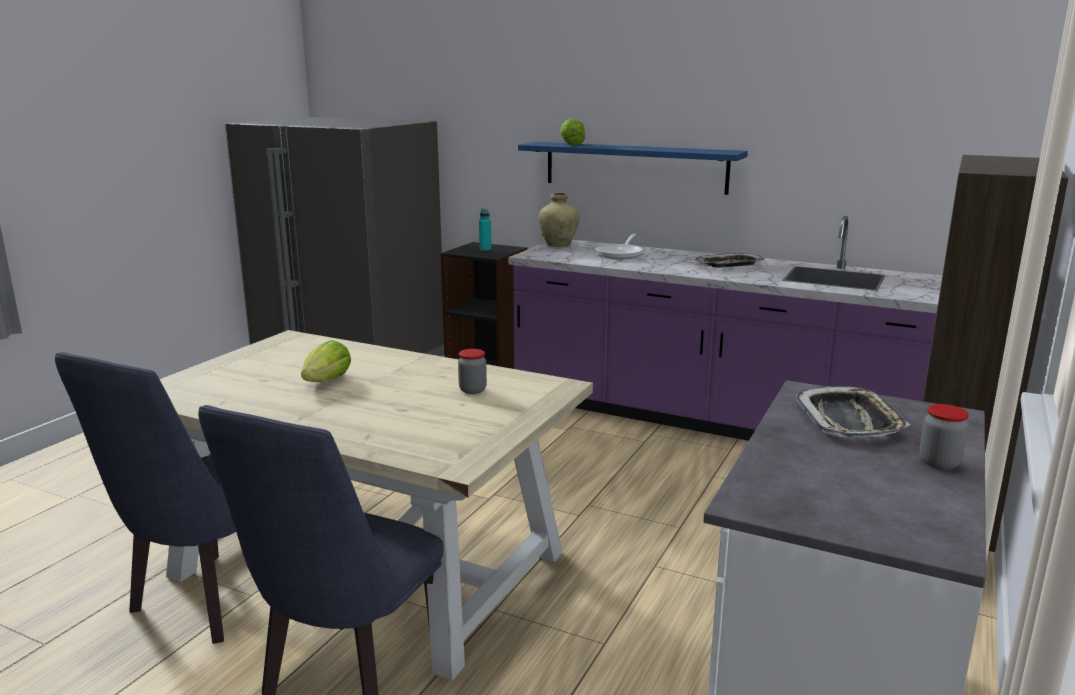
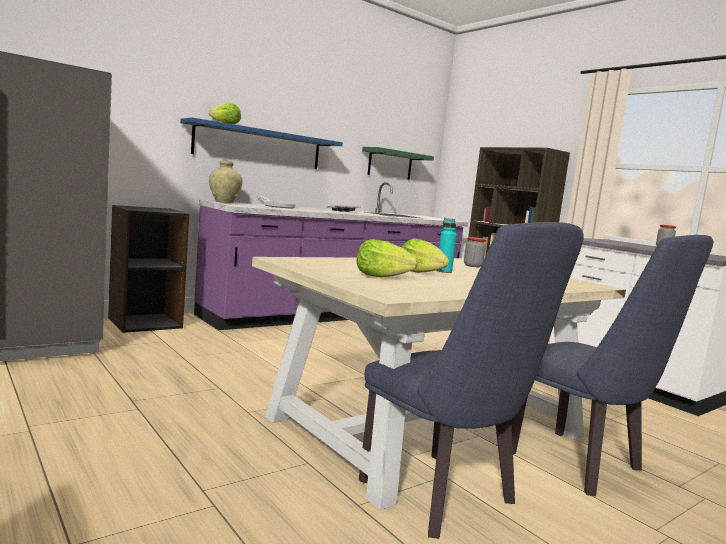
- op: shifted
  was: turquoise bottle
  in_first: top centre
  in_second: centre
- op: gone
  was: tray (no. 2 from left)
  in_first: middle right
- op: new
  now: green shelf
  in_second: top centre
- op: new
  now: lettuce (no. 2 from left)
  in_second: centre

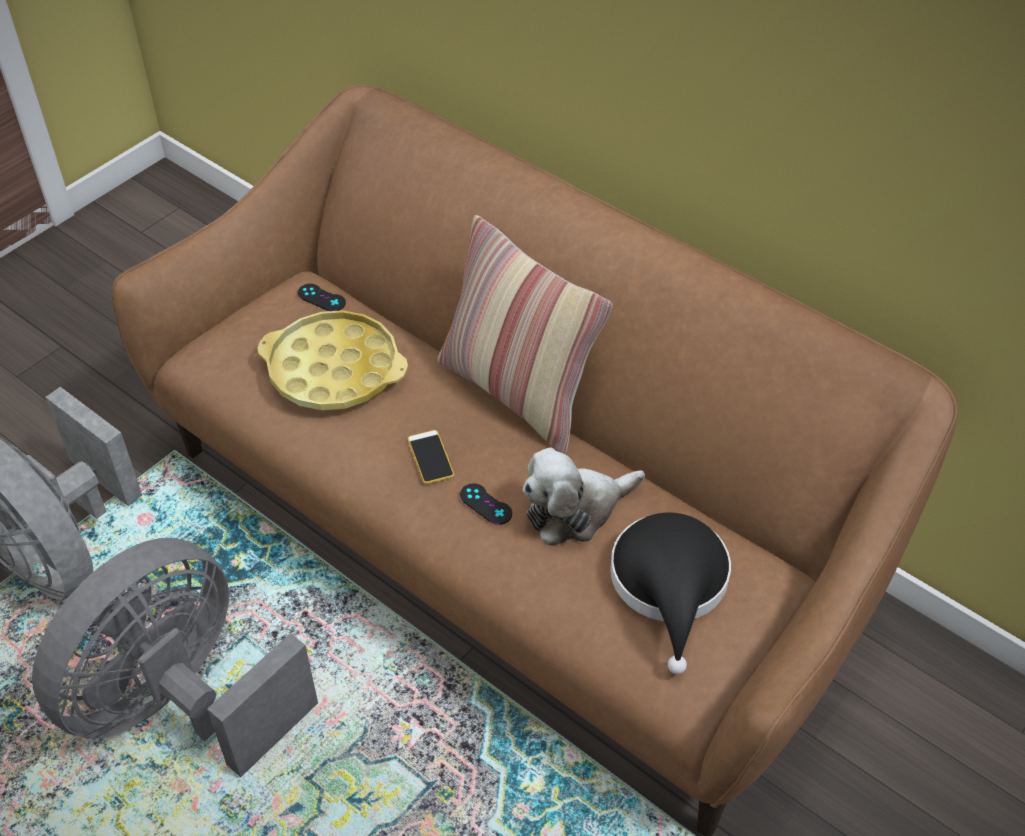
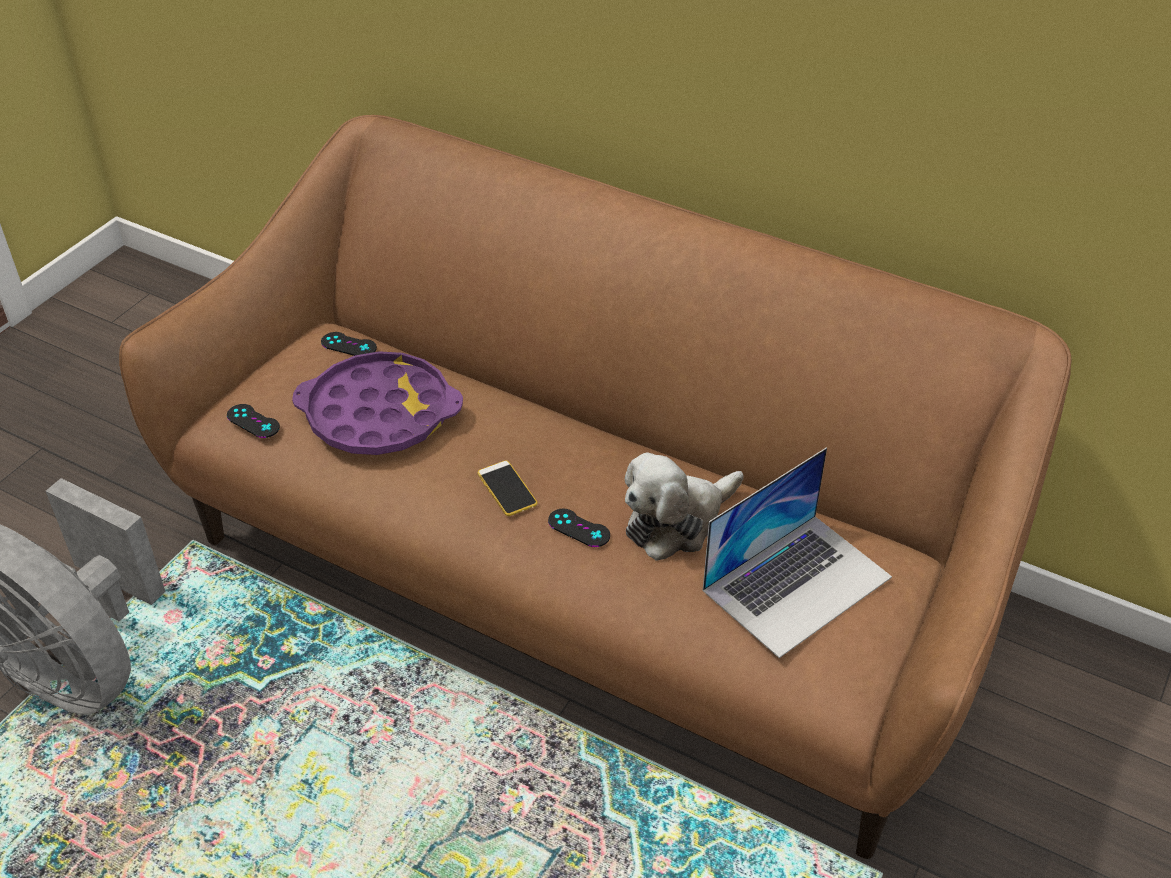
- op: gone
  was: pillow
  in_first: centre
- op: repainted
  was: yellow tray
  now: purple tray
  in_first: middle left
  in_second: middle left
- op: swapped
  was: black hat
  now: laptop
  in_first: bottom centre
  in_second: middle right
- op: gone
  was: grey fan (no. 2 from left)
  in_first: bottom left
- op: new
  now: black game controller (no. 1 from left)
  in_second: middle left

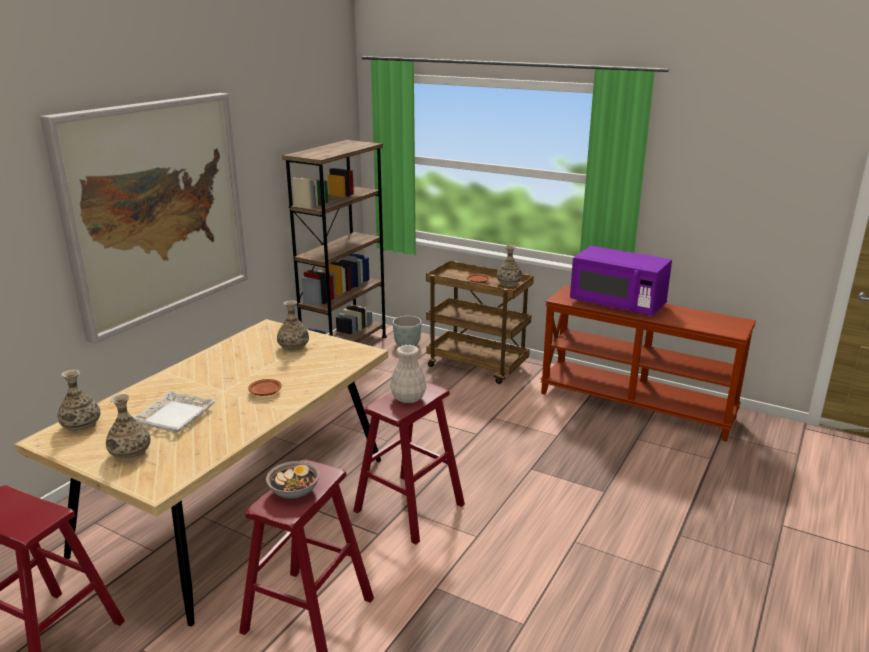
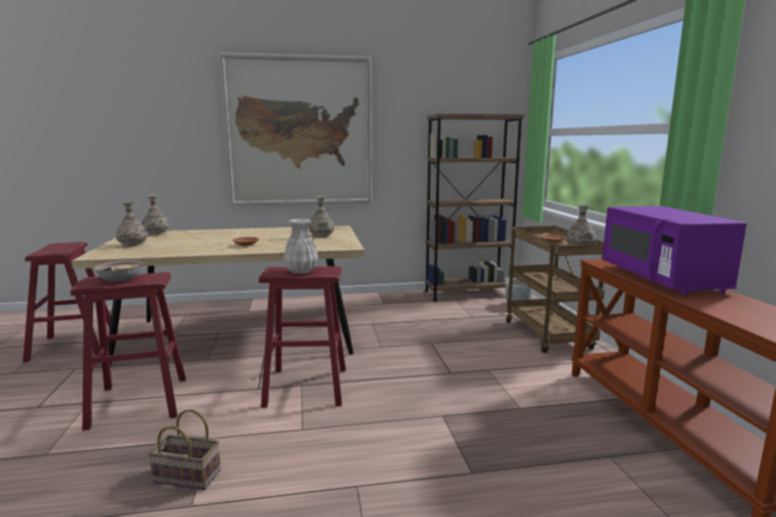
- op: gone
  was: white tray
  in_first: middle left
- op: new
  now: basket
  in_second: bottom left

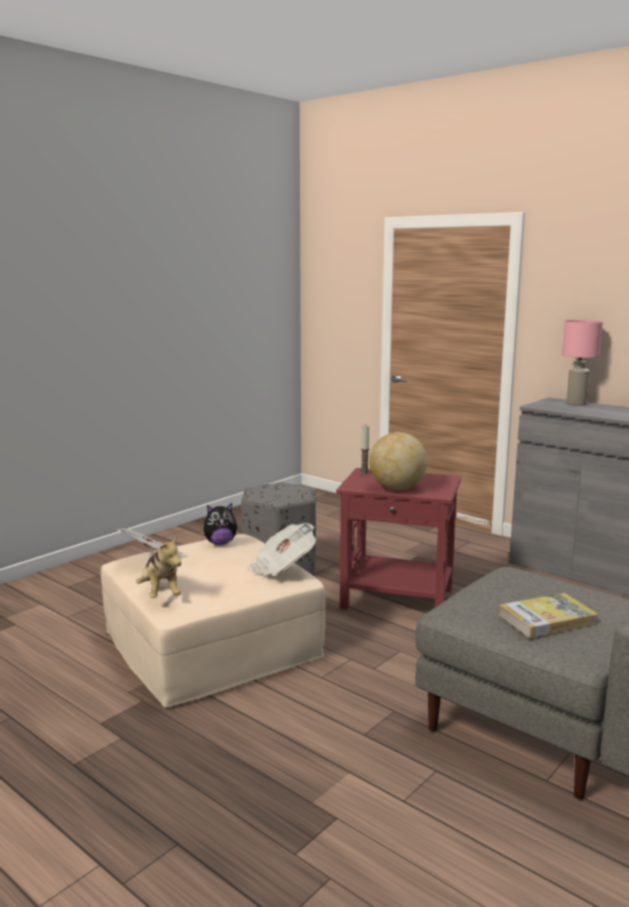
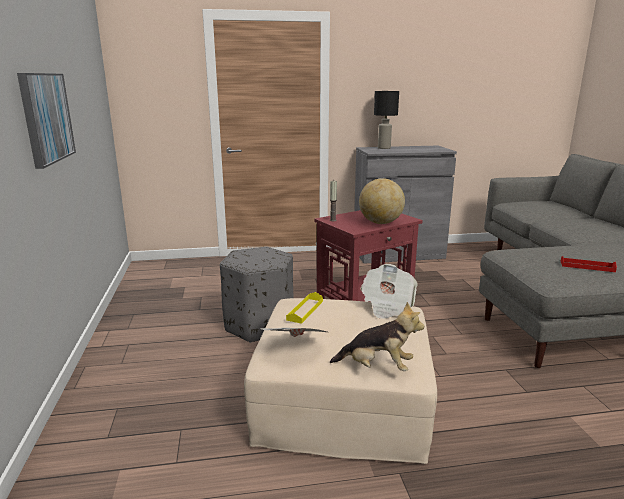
- op: repainted
  was: pink table lamp
  now: black table lamp
  in_first: middle right
  in_second: top centre
- op: swapped
  was: plush toy (no. 2 from left)
  now: yellow tray
  in_first: centre
  in_second: centre
- op: swapped
  was: book
  now: red tray
  in_first: bottom right
  in_second: middle right
- op: new
  now: picture
  in_second: top left

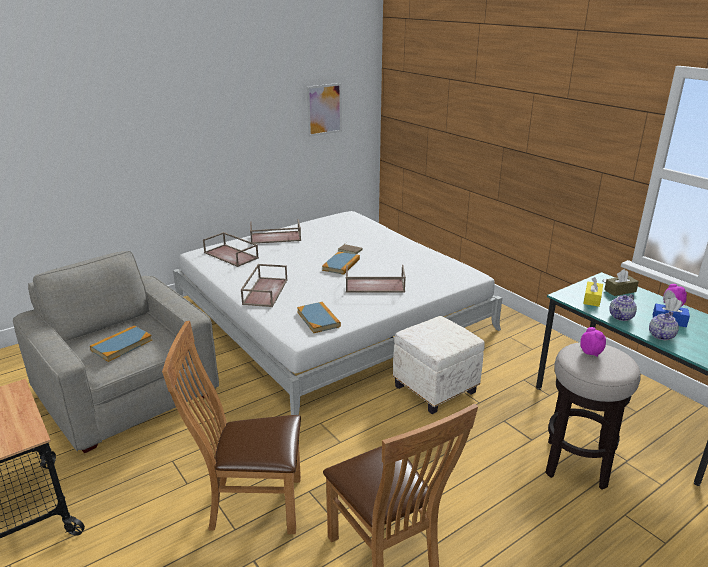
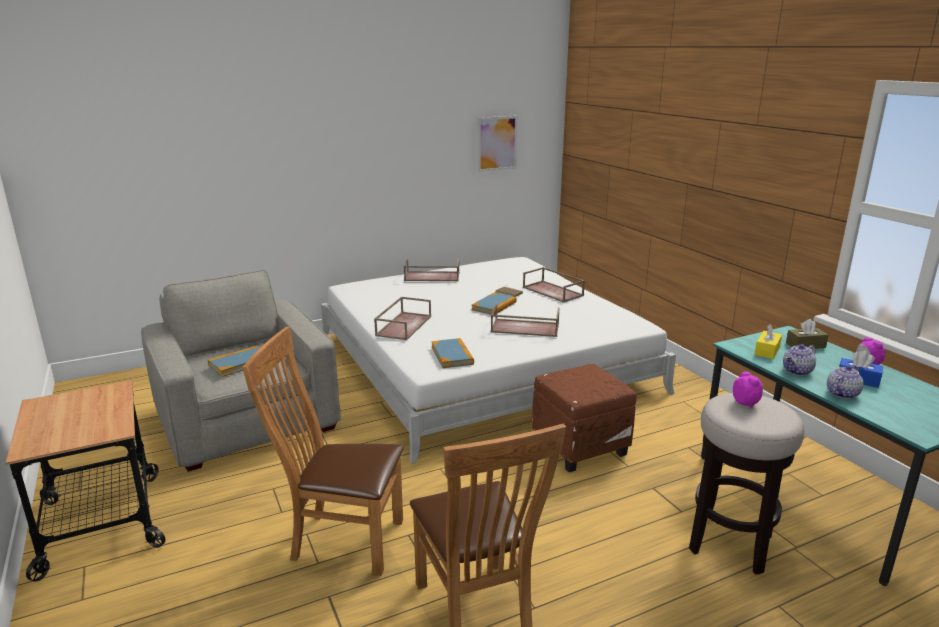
- op: shifted
  was: brown tray (no. 1 from left in the first image)
  now: brown tray (no. 4 from left)
  in_first: middle left
  in_second: centre
- op: repainted
  was: white ottoman
  now: brown ottoman
  in_first: centre
  in_second: bottom centre

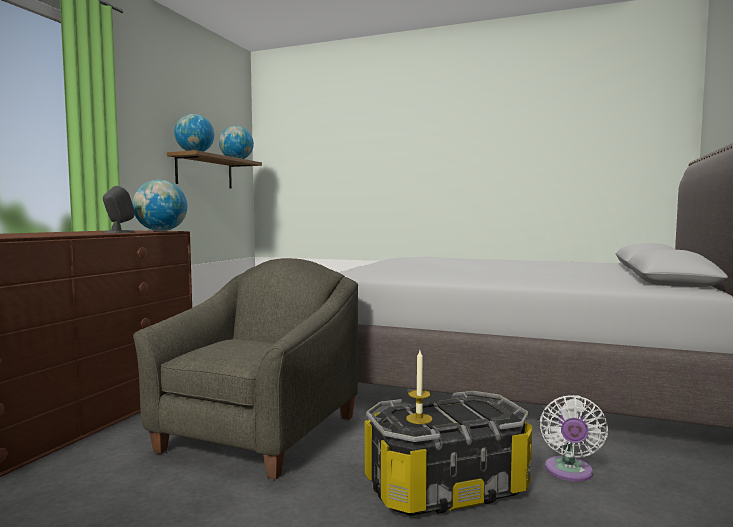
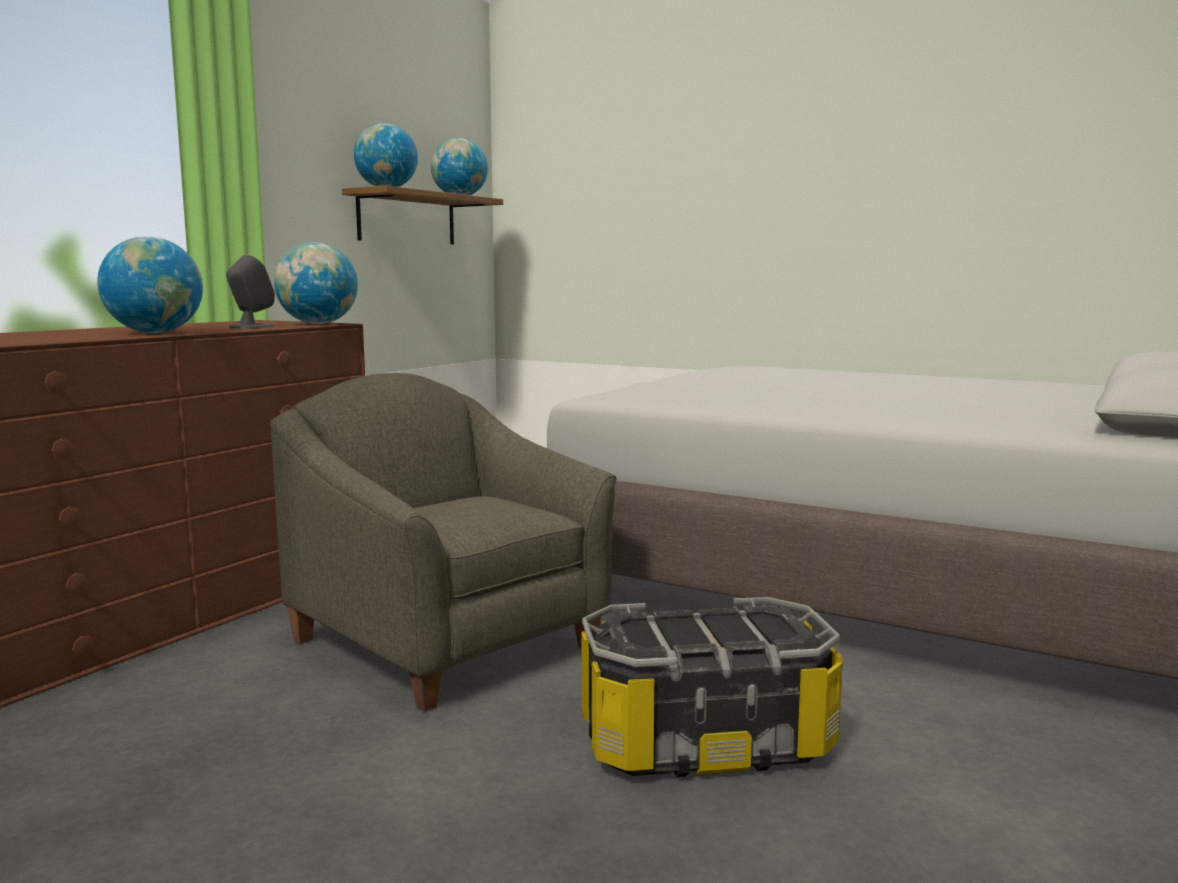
- op: rotated
  was: grey armchair
  in_first: bottom centre
  in_second: centre
  clockwise: -75
- op: gone
  was: candle
  in_first: bottom centre
- op: gone
  was: white fan
  in_first: bottom right
- op: new
  now: globe (no. 1 from left)
  in_second: top left

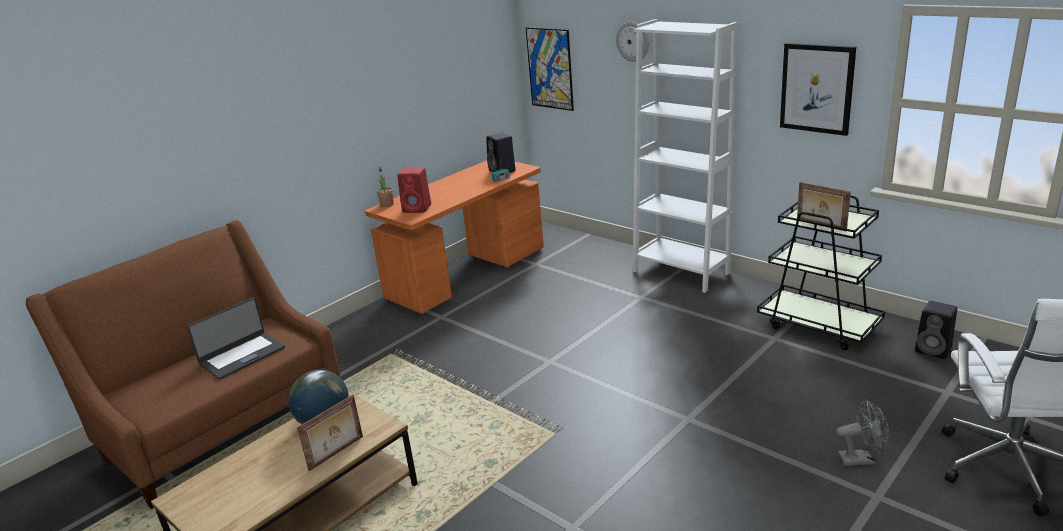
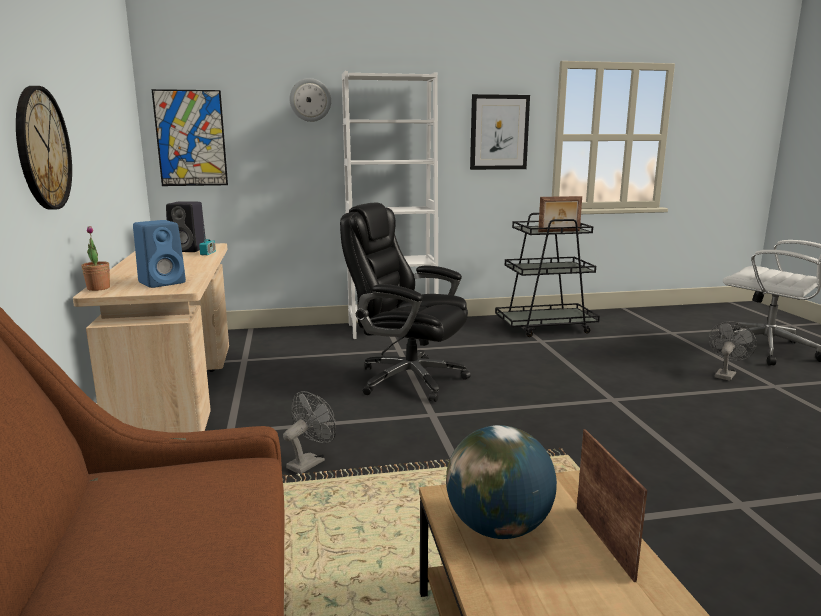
- op: repainted
  was: orange desk
  now: beige desk
  in_first: centre
  in_second: middle left
- op: repainted
  was: red speaker
  now: blue speaker
  in_first: centre
  in_second: middle left
- op: gone
  was: laptop
  in_first: middle left
- op: gone
  was: black speaker (no. 2 from left)
  in_first: middle right
- op: new
  now: wall clock (no. 1 from left)
  in_second: top left
- op: new
  now: black office chair
  in_second: centre
- op: new
  now: grey fan (no. 1 from left)
  in_second: bottom centre

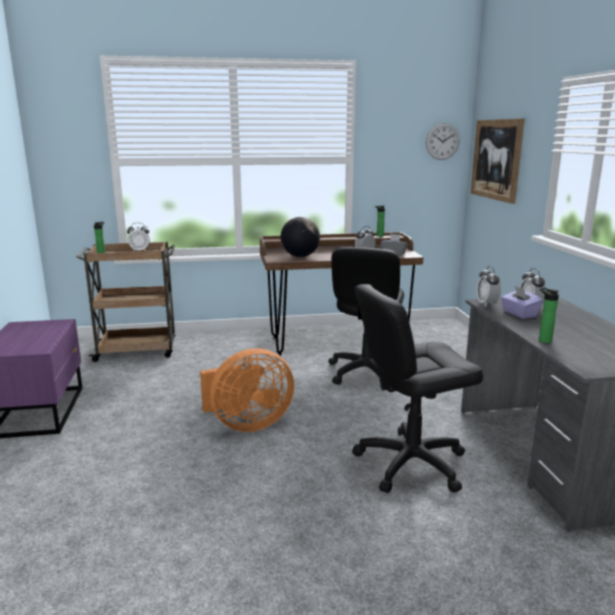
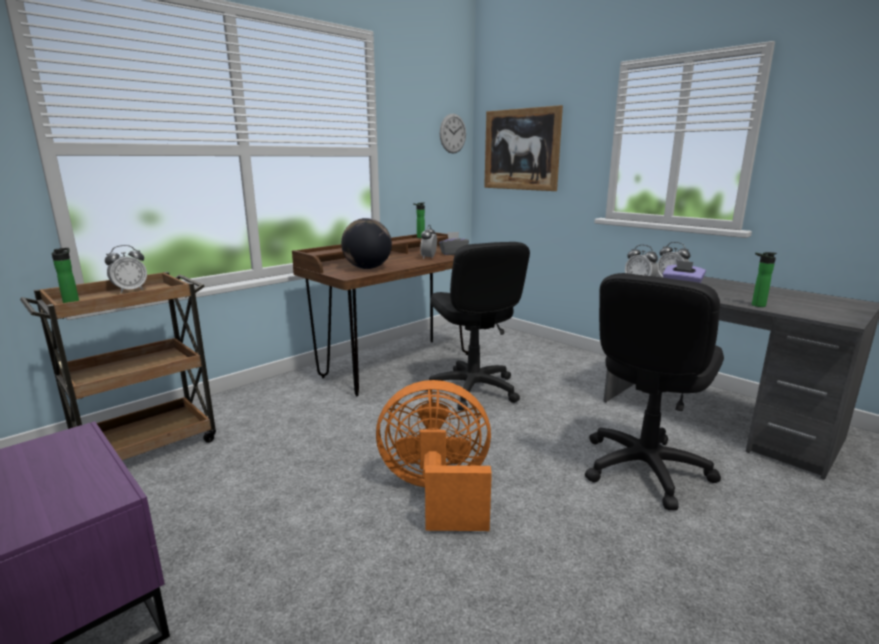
- op: rotated
  was: orange fan
  in_first: centre
  in_second: bottom centre
  clockwise: -120

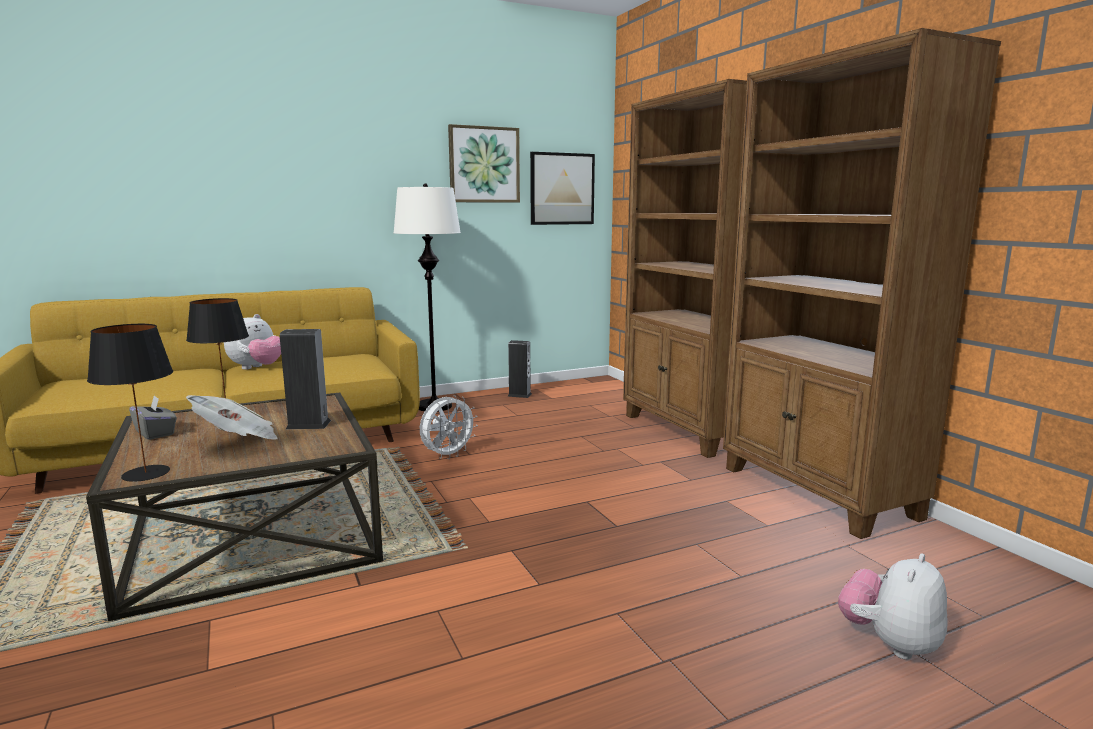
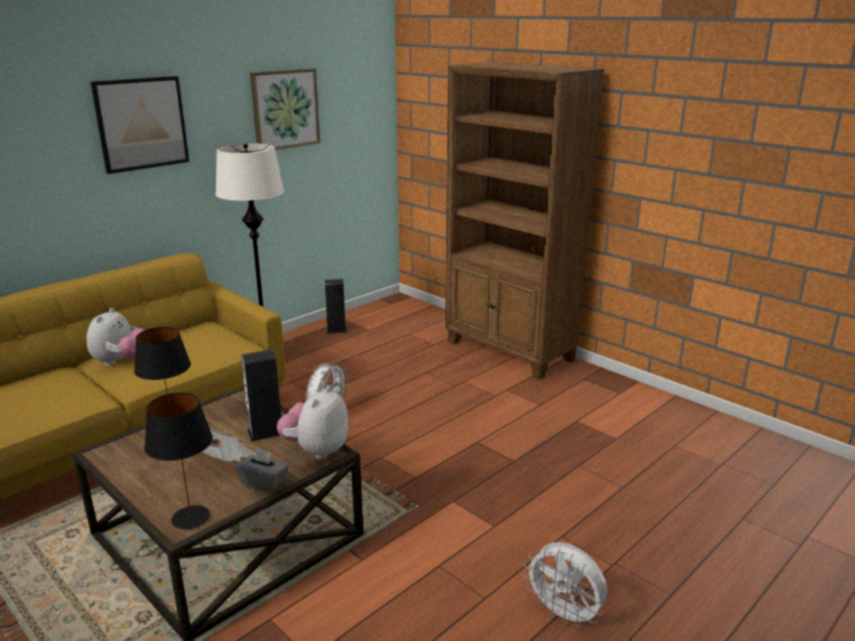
- op: gone
  was: brown bookcase (no. 2 from left)
  in_first: middle right
- op: shifted
  was: picture (no. 2 from left in the first image)
  now: picture (no. 1 from left)
  in_first: top centre
  in_second: top left
- op: shifted
  was: grey tissue box
  in_first: middle left
  in_second: bottom left
- op: shifted
  was: plush toy (no. 2 from left)
  in_first: bottom right
  in_second: centre
- op: new
  now: white fan (no. 2 from left)
  in_second: bottom centre

